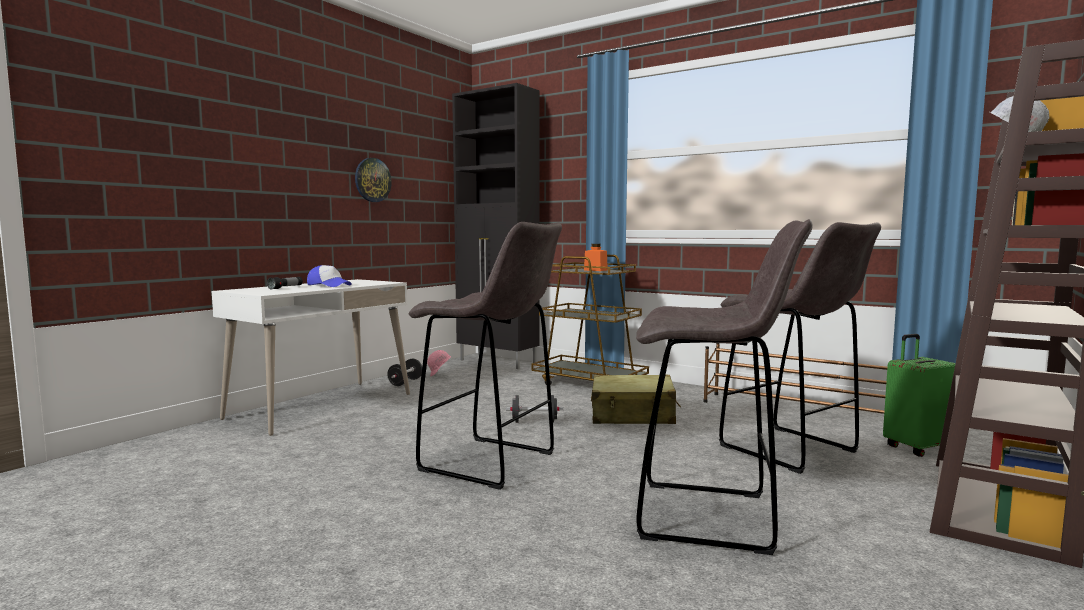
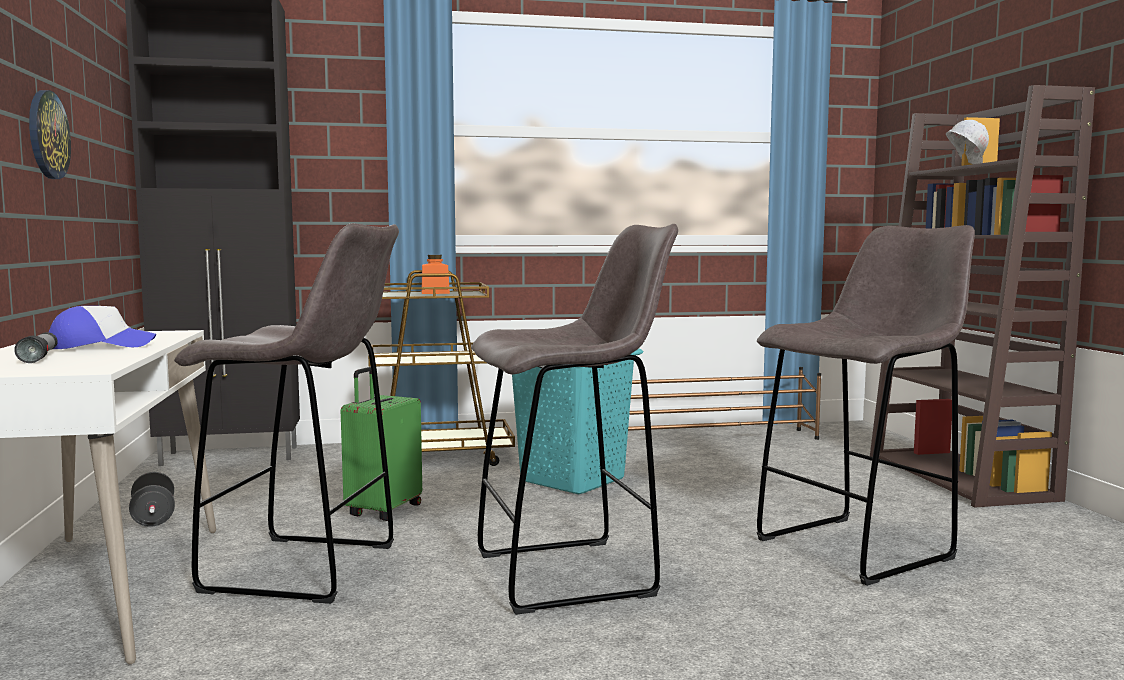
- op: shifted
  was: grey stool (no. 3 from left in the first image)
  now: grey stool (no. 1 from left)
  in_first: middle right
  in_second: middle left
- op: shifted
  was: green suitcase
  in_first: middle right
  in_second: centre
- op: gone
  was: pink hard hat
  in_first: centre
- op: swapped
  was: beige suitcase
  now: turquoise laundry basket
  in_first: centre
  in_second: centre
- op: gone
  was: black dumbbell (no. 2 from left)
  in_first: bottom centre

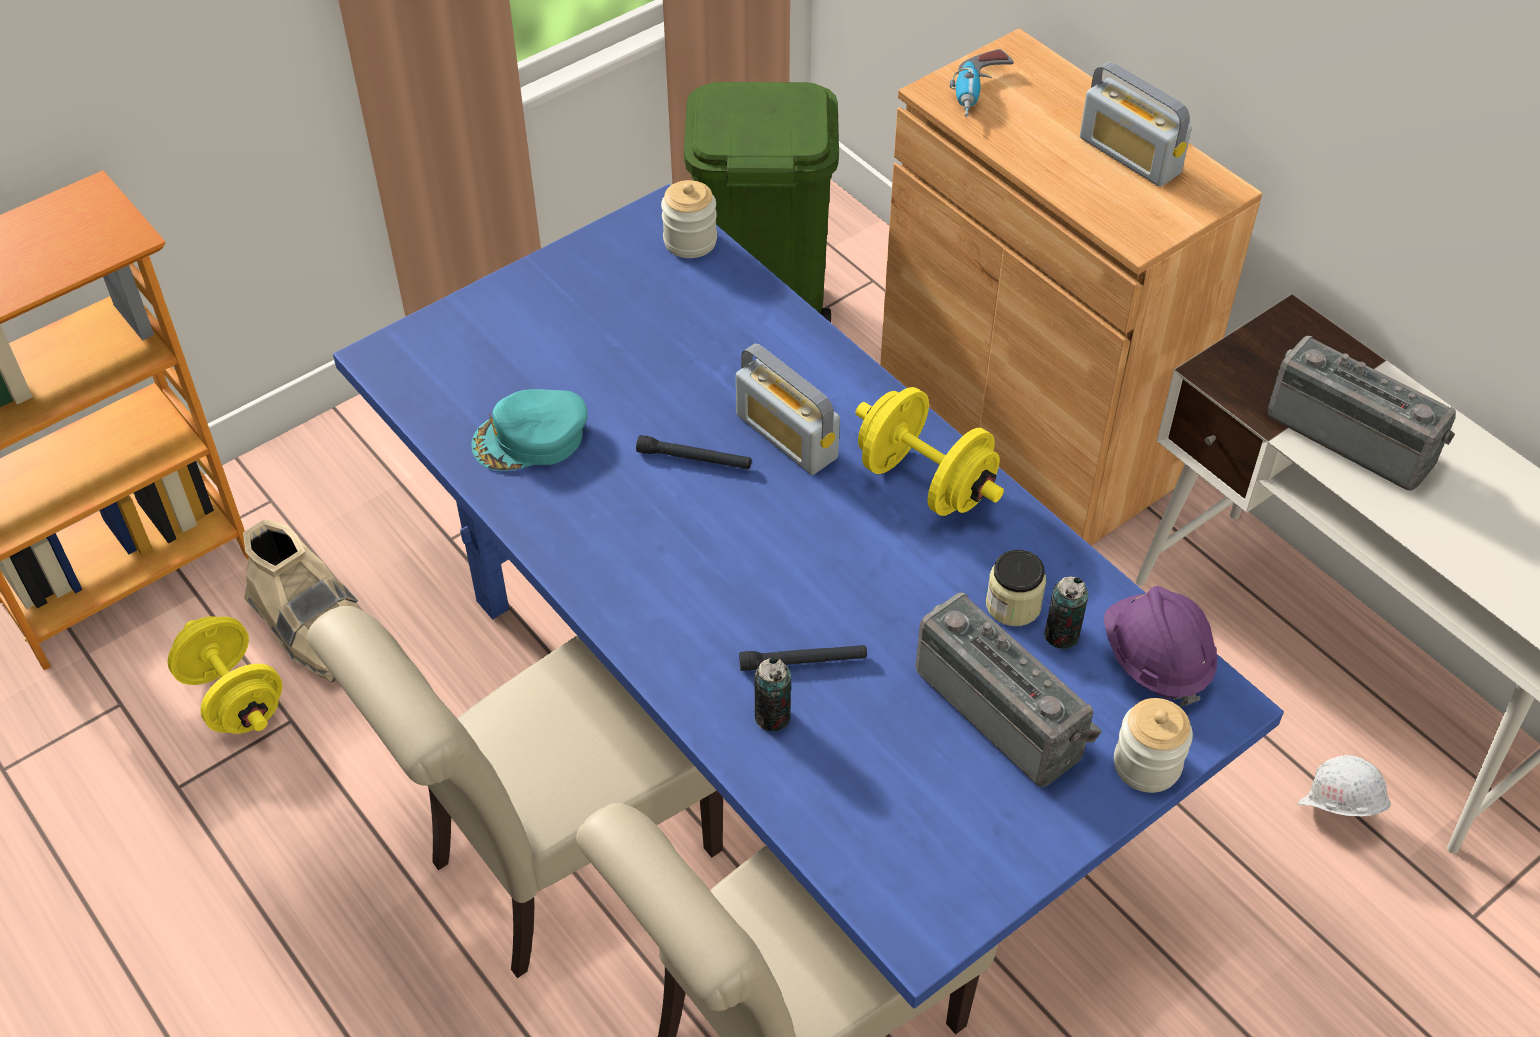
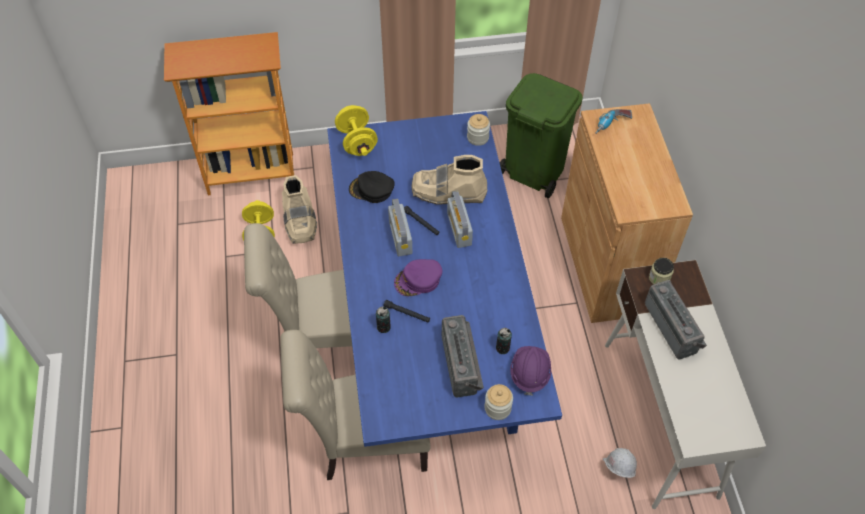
- op: shifted
  was: radio (no. 3 from left in the first image)
  now: radio (no. 1 from left)
  in_first: top right
  in_second: centre
- op: shifted
  was: yellow dumbbell (no. 2 from left)
  in_first: centre
  in_second: top centre
- op: repainted
  was: turquoise cap
  now: black cap
  in_first: centre
  in_second: centre
- op: shifted
  was: jar (no. 2 from left in the first image)
  now: jar (no. 3 from left)
  in_first: centre
  in_second: middle right
- op: new
  now: beige boot (no. 2 from left)
  in_second: centre
- op: new
  now: purple cap
  in_second: centre

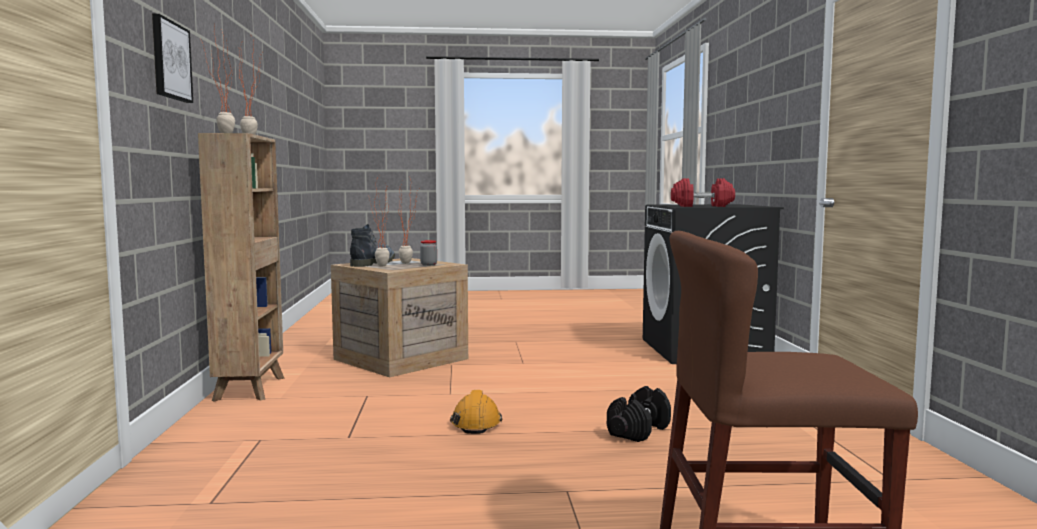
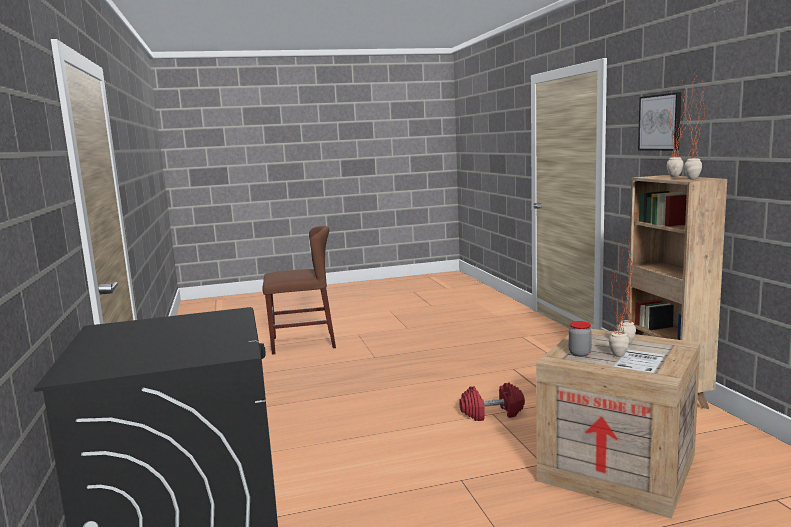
- op: shifted
  was: red dumbbell
  in_first: middle right
  in_second: bottom centre
- op: gone
  was: boot
  in_first: centre
- op: gone
  was: black dumbbell
  in_first: bottom centre
- op: gone
  was: orange hard hat
  in_first: bottom centre

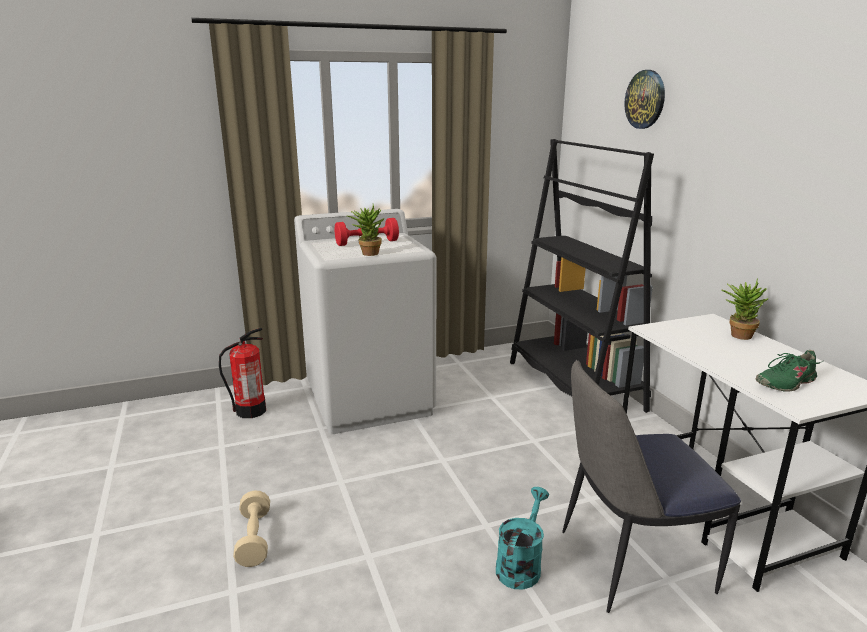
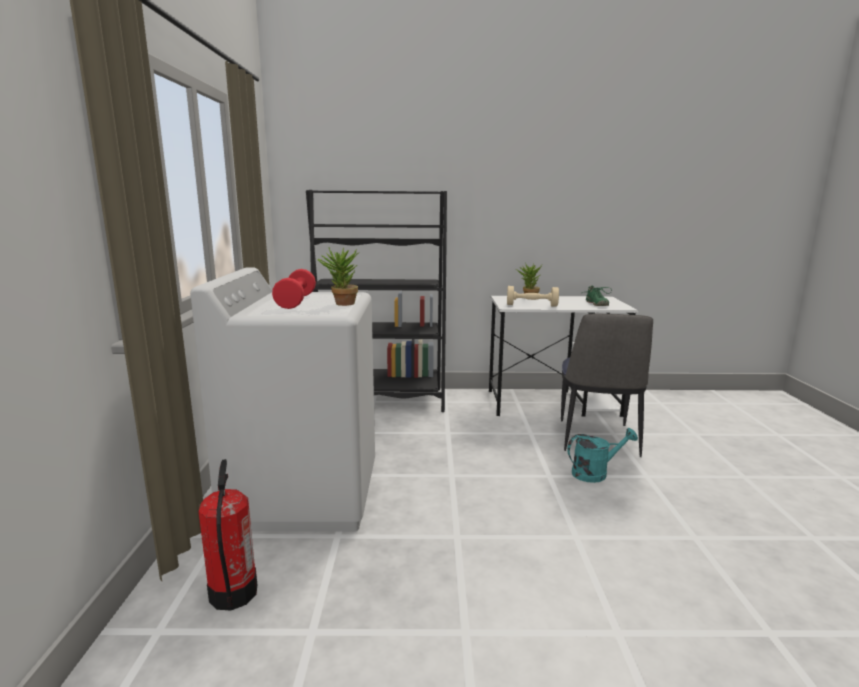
- op: gone
  was: wall clock
  in_first: top right
- op: rotated
  was: turquoise watering can
  in_first: bottom centre
  in_second: middle right
  clockwise: 120
- op: shifted
  was: beige dumbbell
  in_first: bottom left
  in_second: centre

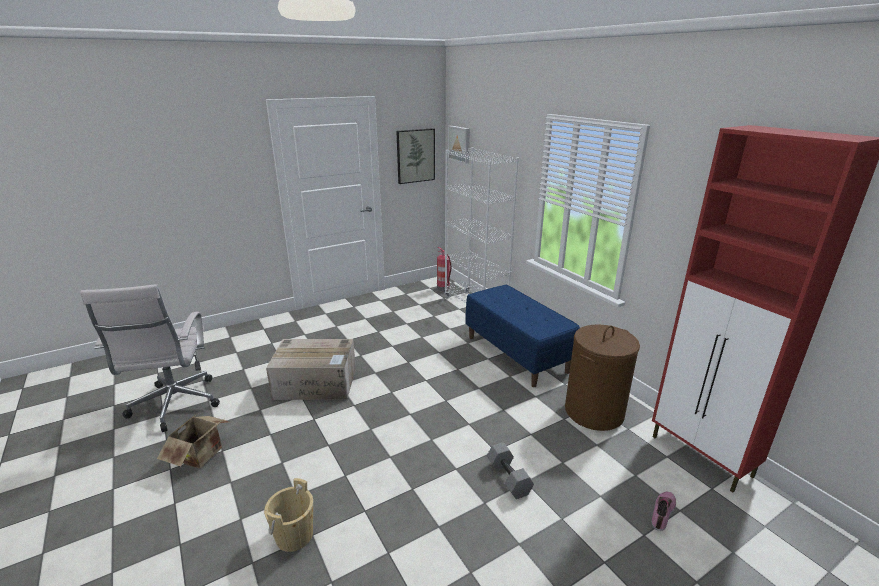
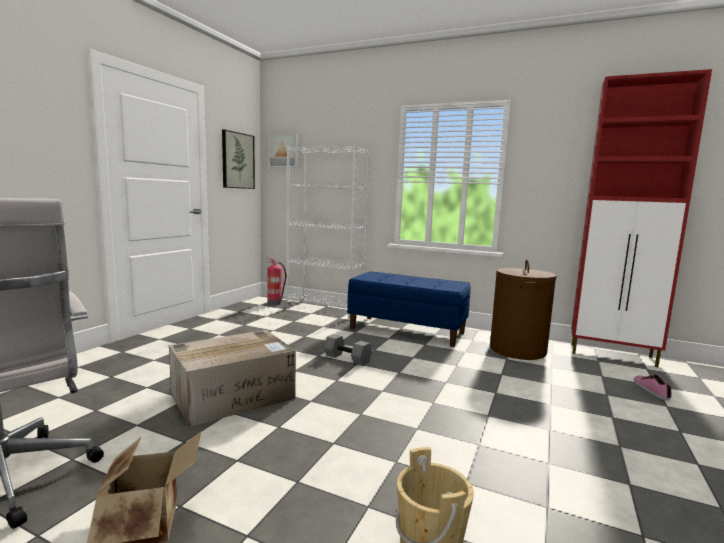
- op: shifted
  was: grey dumbbell
  in_first: bottom centre
  in_second: centre

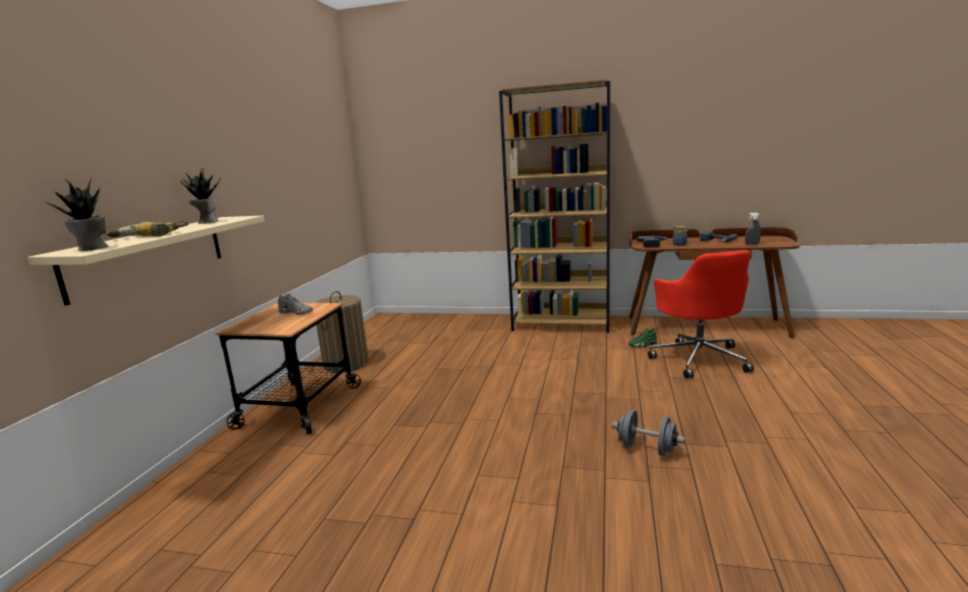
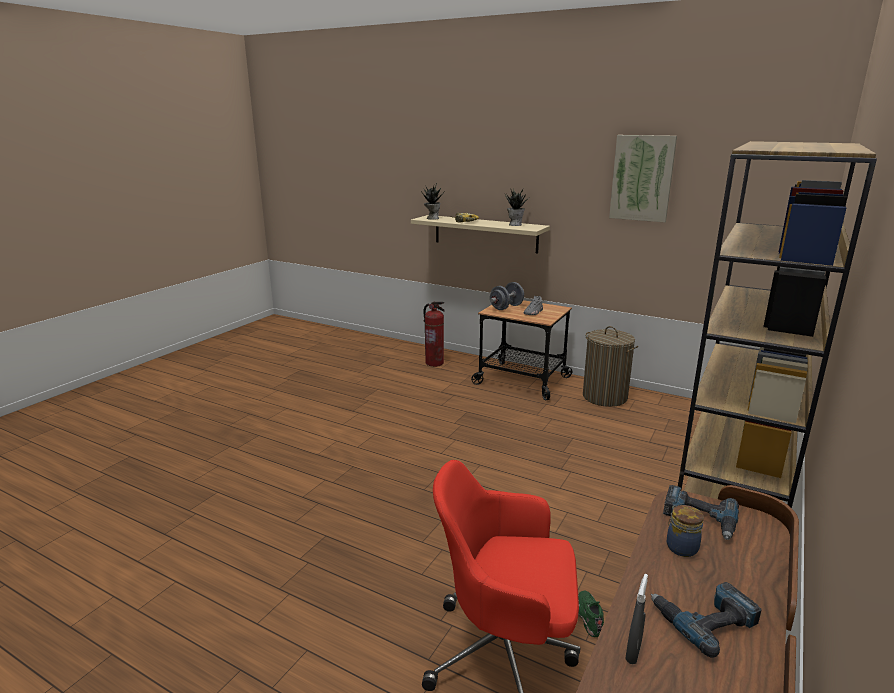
- op: shifted
  was: grey dumbbell
  in_first: bottom right
  in_second: centre
- op: new
  now: picture
  in_second: top right
- op: new
  now: fire extinguisher
  in_second: centre

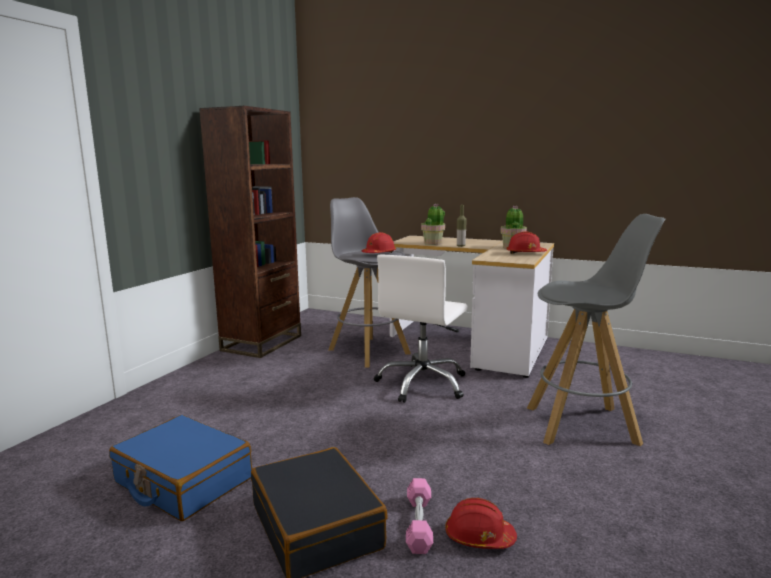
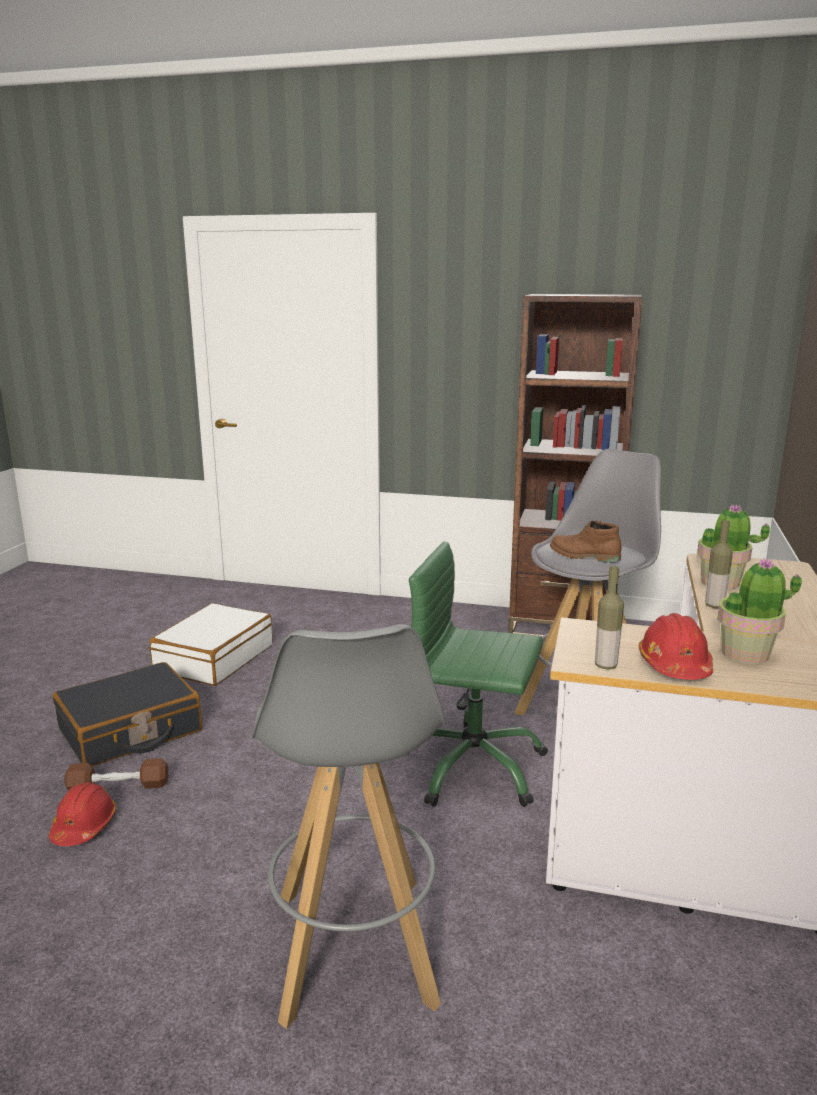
- op: swapped
  was: red hard hat (no. 1 from left)
  now: brown boot
  in_first: centre
  in_second: middle right
- op: repainted
  was: white office chair
  now: green office chair
  in_first: centre
  in_second: centre
- op: repainted
  was: blue suitcase
  now: white suitcase
  in_first: bottom left
  in_second: middle left
- op: repainted
  was: pink dumbbell
  now: brown dumbbell
  in_first: bottom centre
  in_second: bottom left
- op: new
  now: bottle (no. 1 from left)
  in_second: middle right

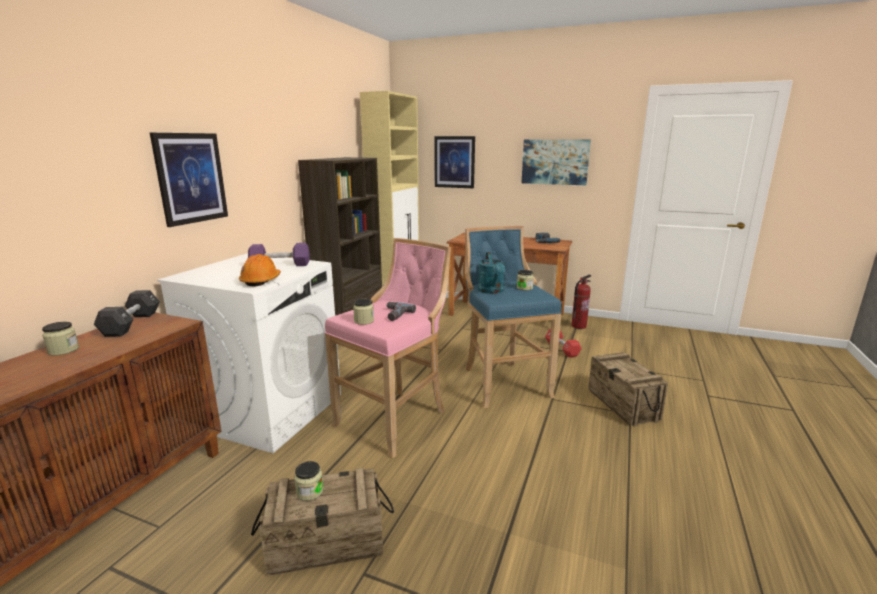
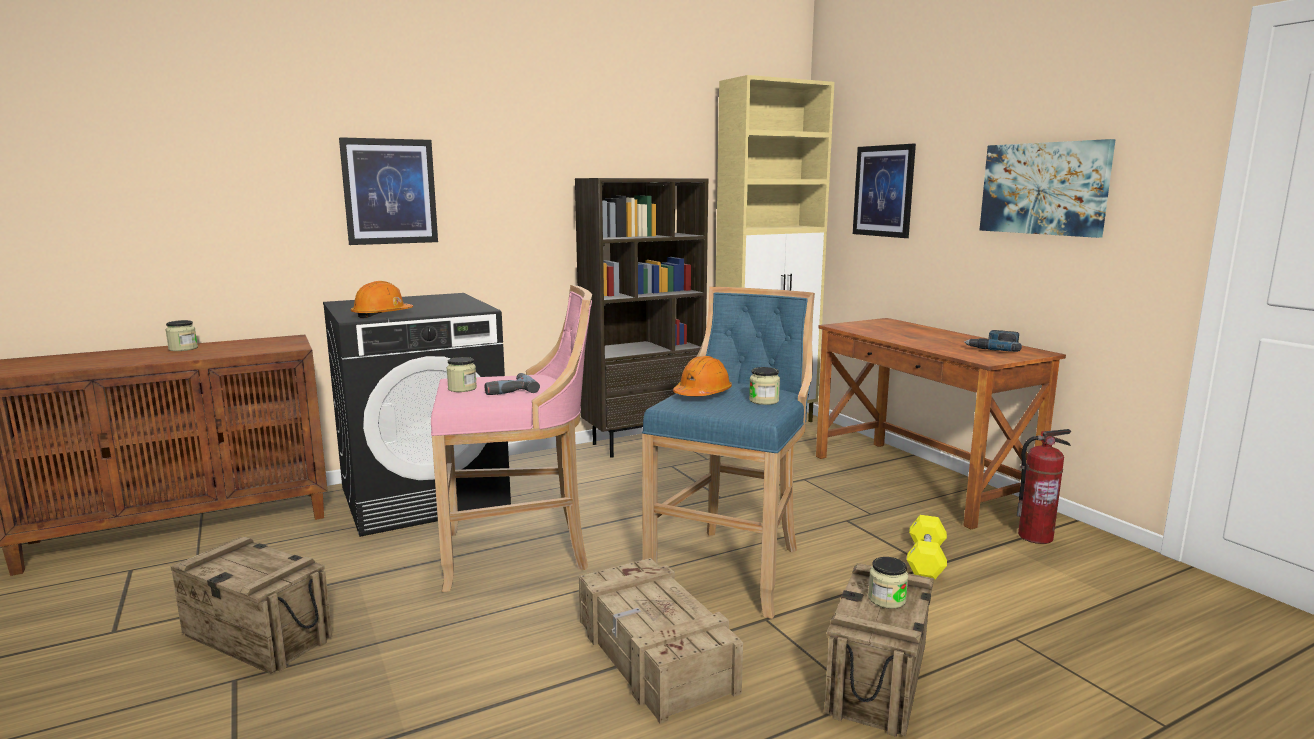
- op: gone
  was: purple dumbbell
  in_first: middle left
- op: swapped
  was: turquoise watering can
  now: orange hard hat (no. 2 from left)
  in_first: centre
  in_second: centre
- op: repainted
  was: white washing machine
  now: black washing machine
  in_first: middle left
  in_second: middle left
- op: gone
  was: black dumbbell
  in_first: middle left
- op: repainted
  was: red dumbbell
  now: yellow dumbbell
  in_first: centre
  in_second: bottom right
- op: shifted
  was: jar (no. 2 from left in the first image)
  now: jar (no. 4 from left)
  in_first: bottom centre
  in_second: bottom right
- op: new
  now: crate (no. 2 from left)
  in_second: bottom centre

